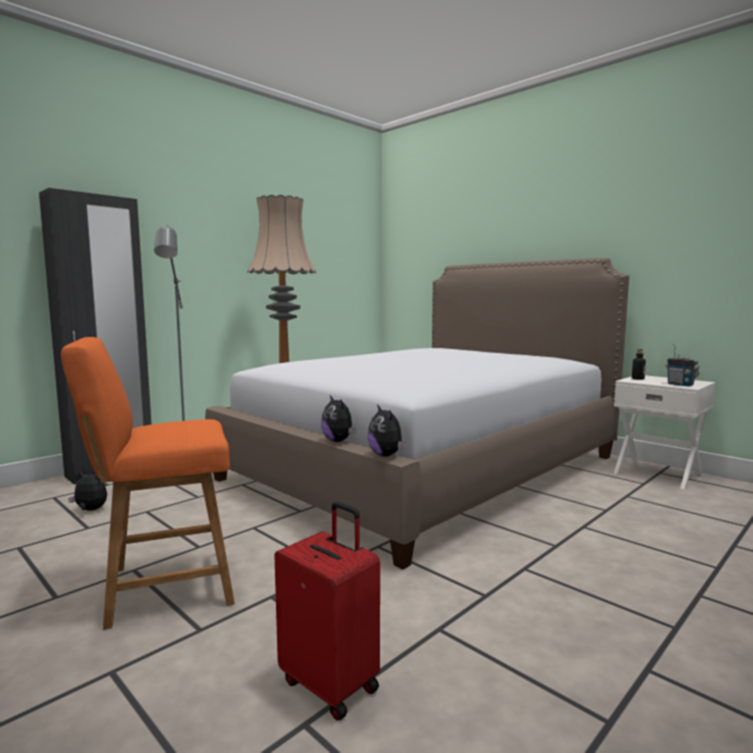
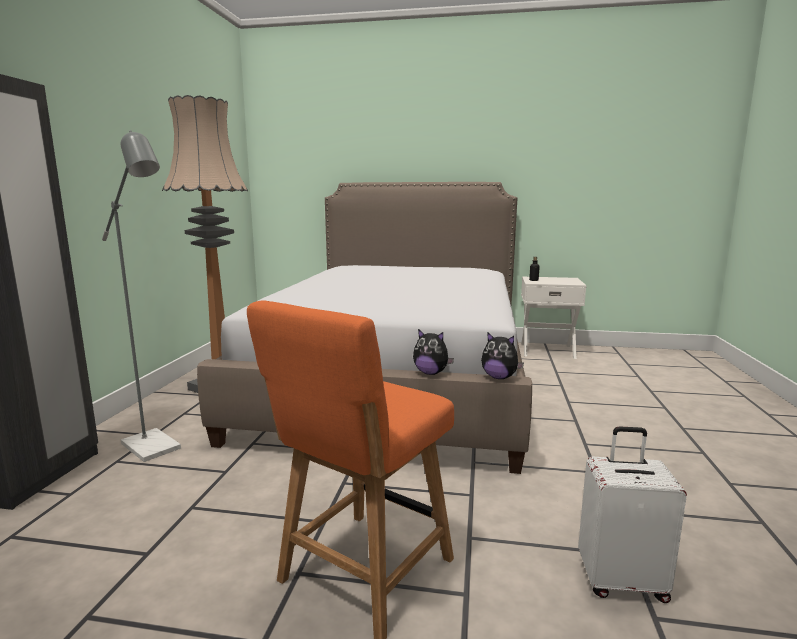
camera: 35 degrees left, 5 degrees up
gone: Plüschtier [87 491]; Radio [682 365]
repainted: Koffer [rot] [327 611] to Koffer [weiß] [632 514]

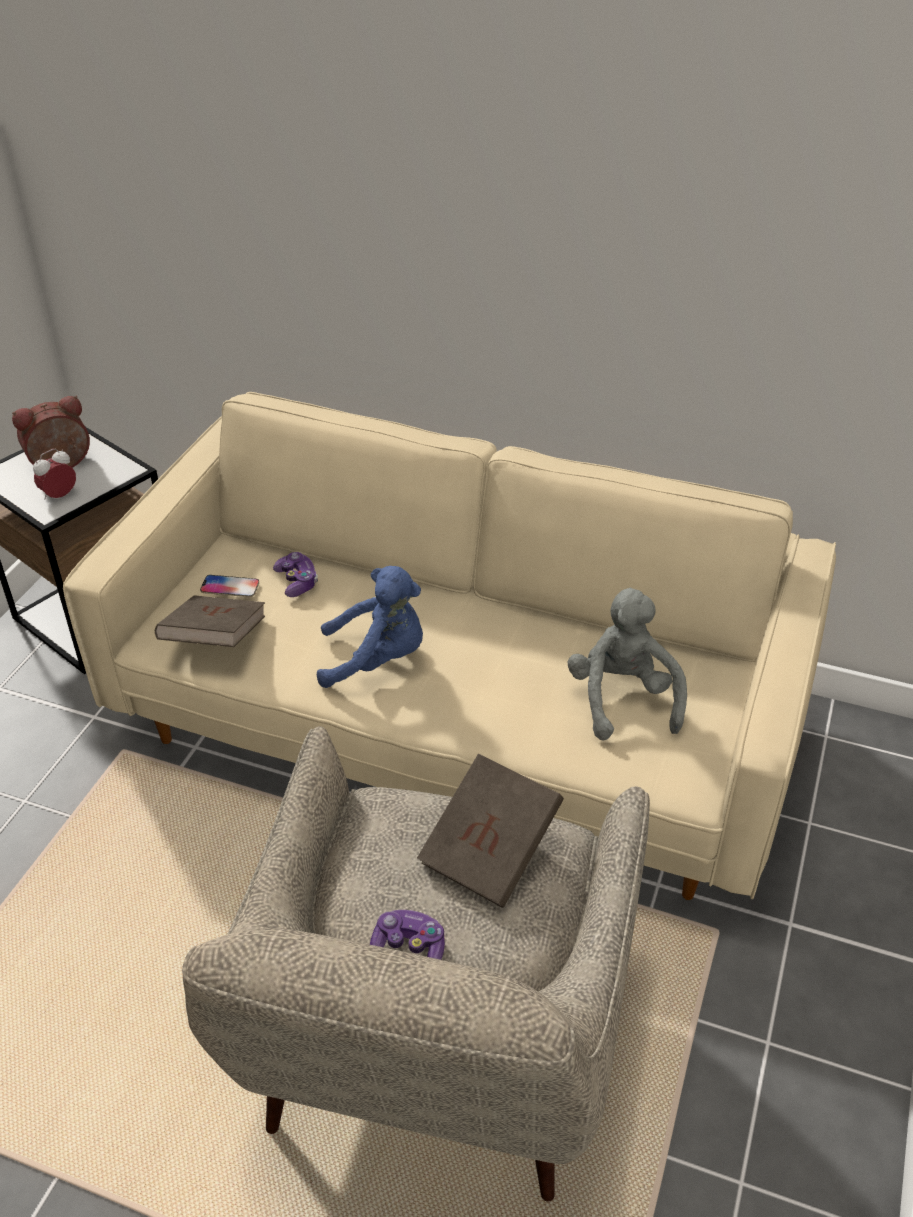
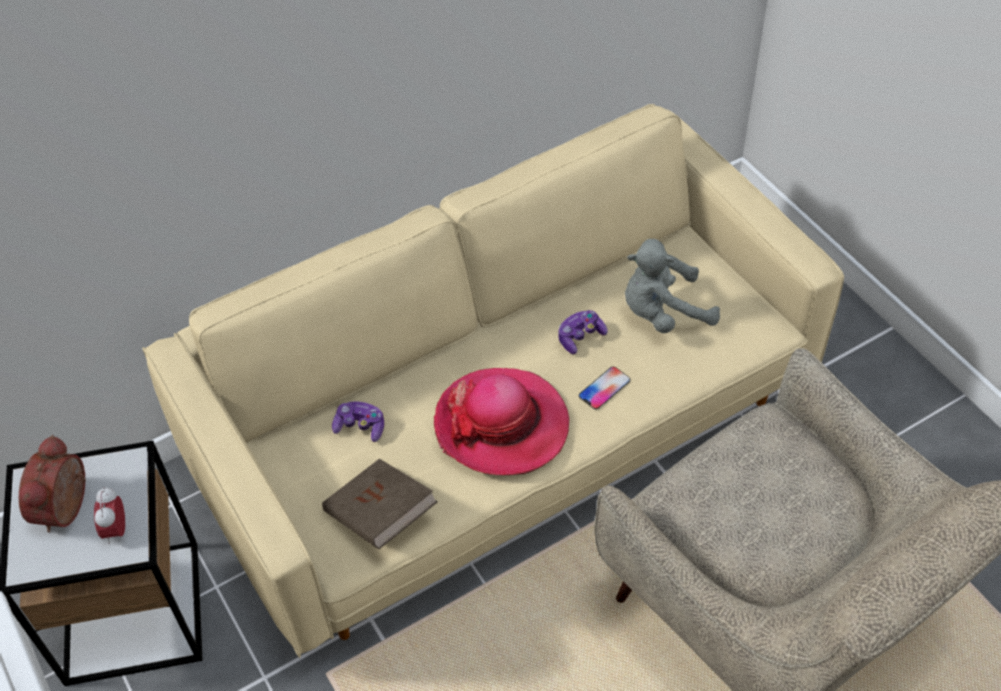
camera: 50 degrees left, 10 degrees up
gone: Buch [braun] [490 831]
shifted: Gamepad [407 935] to [583 332]; Handy [229 586] to [604 388]
swapped: Plüschtier [blau] [370 627] to Hut [501 421]
rotated: Plüschtier [grau] [627 664] = [672 286] 45 degrees counterclockwise

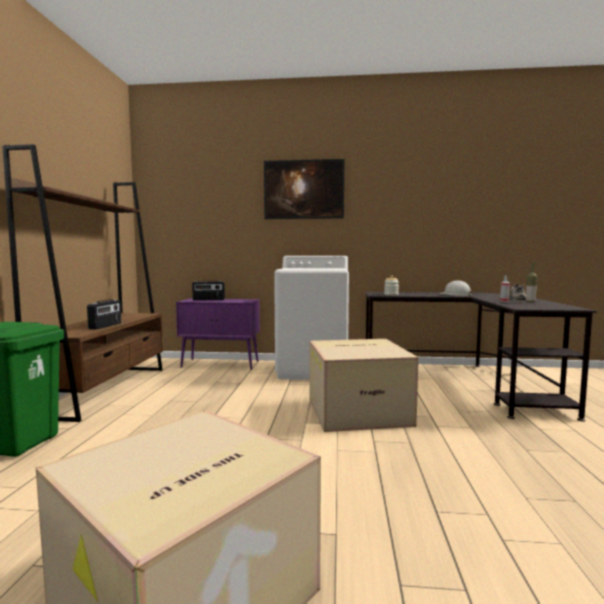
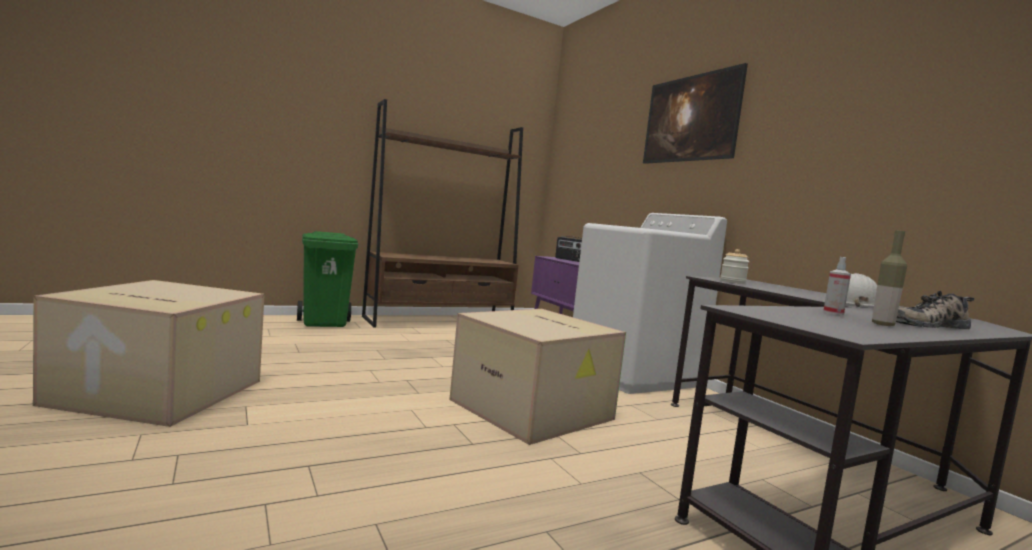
camera: 55 degrees right, 0 degrees up
gone: Radio [104 314]

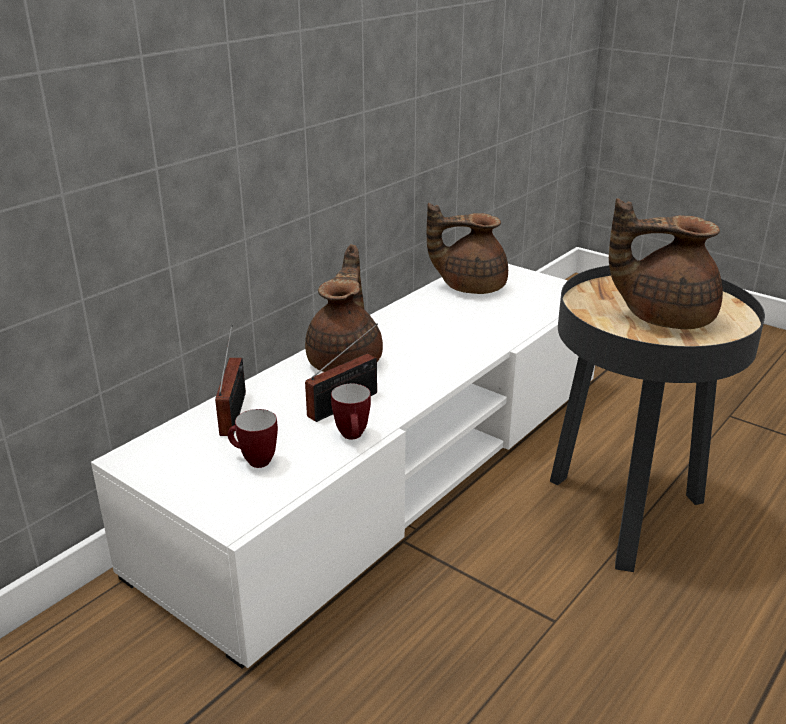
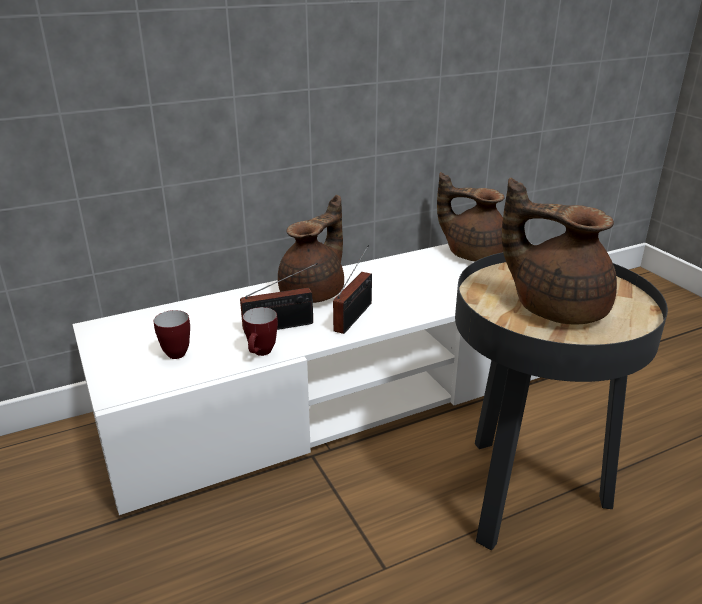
camera: 25 degrees right, 0 degrees up
shifted: Radio [230 380] to [352 289]

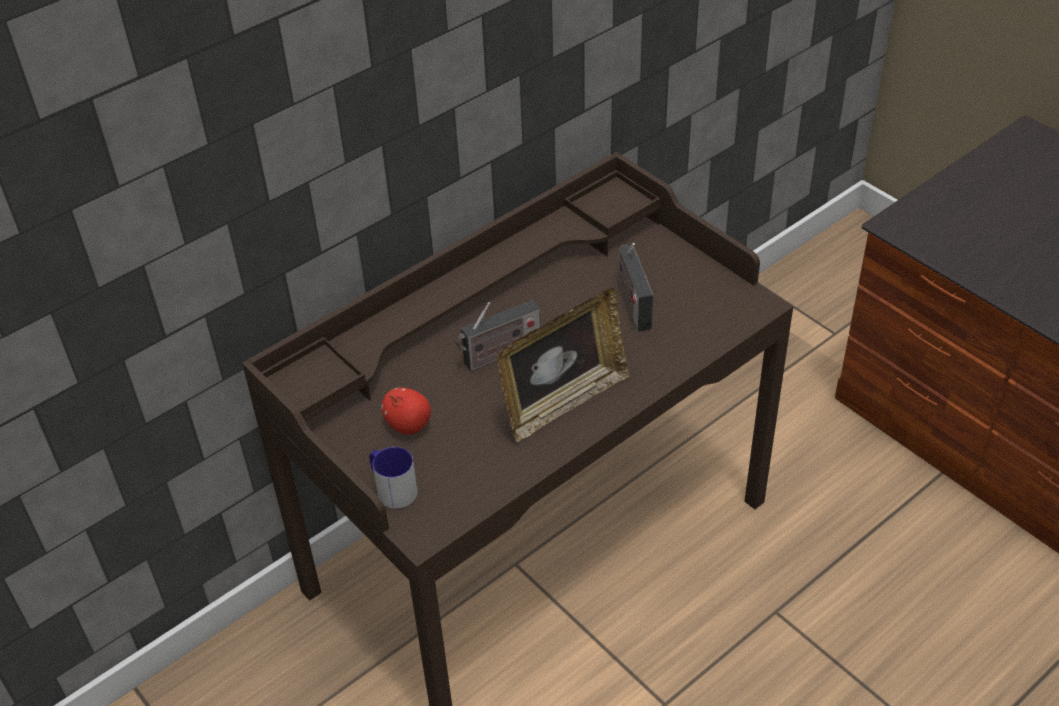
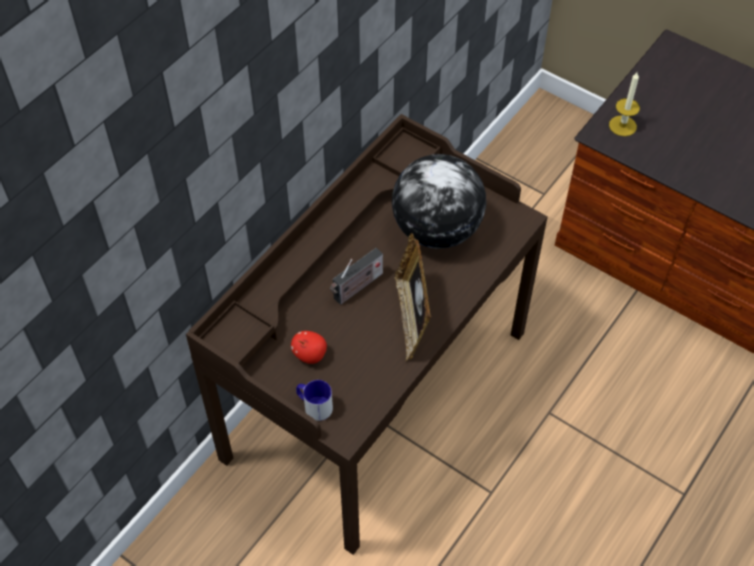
camera: 15 degrees left, 10 degrees up
new: Kerze [624 104]
swapped: Radio [635 287] to Globus [439 201]
rotated: Bilderrahmen [563 365] = [412 297] 135 degrees clockwise

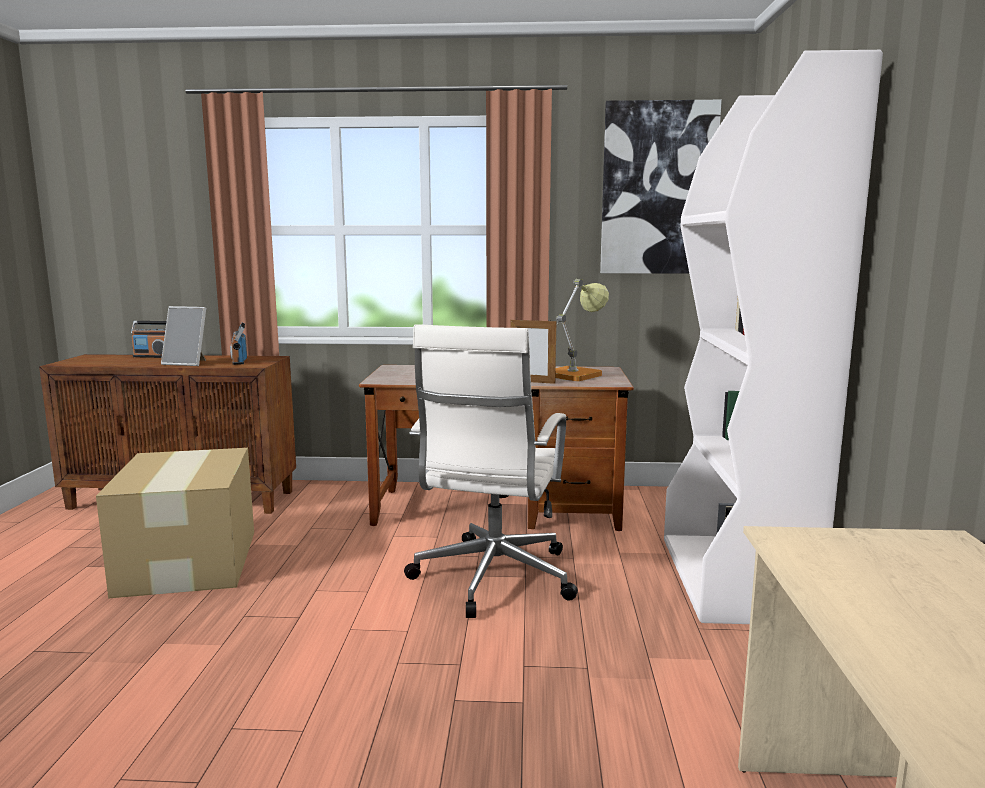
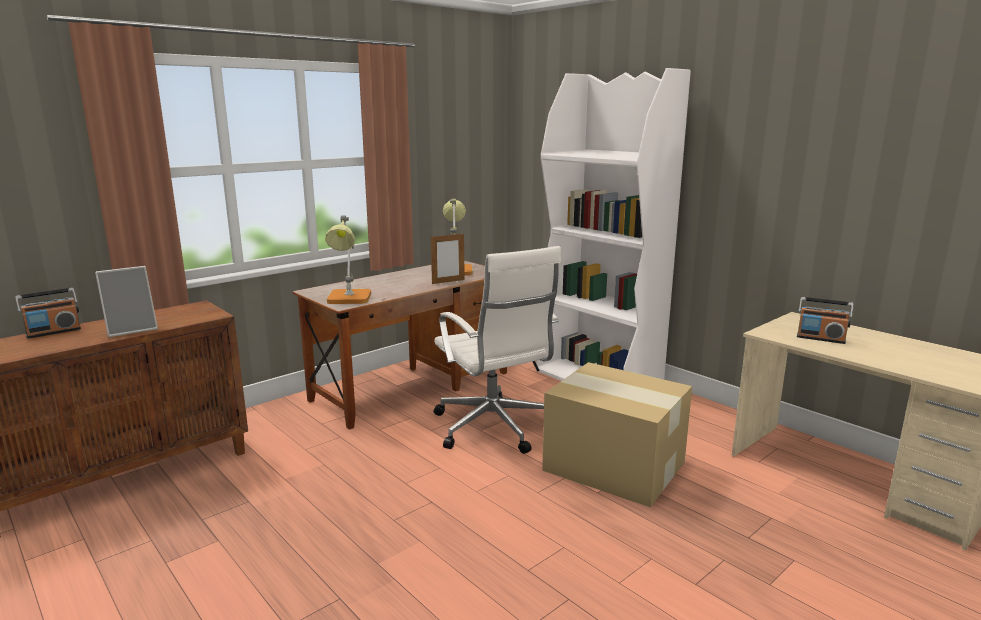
camera: 45 degrees left, 5 degrees up
gone: Bild [661 187]
new: Tischlampe [348 259]
shifted: Karton [175 523] to [617 434]; Radio [238 344] to [825 320]

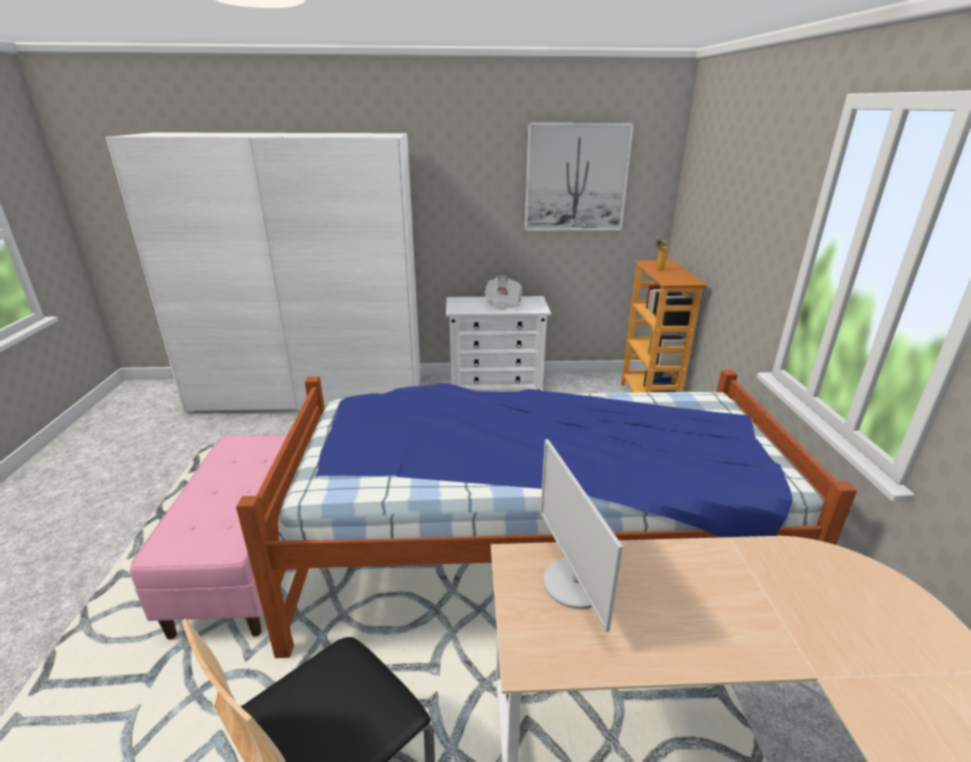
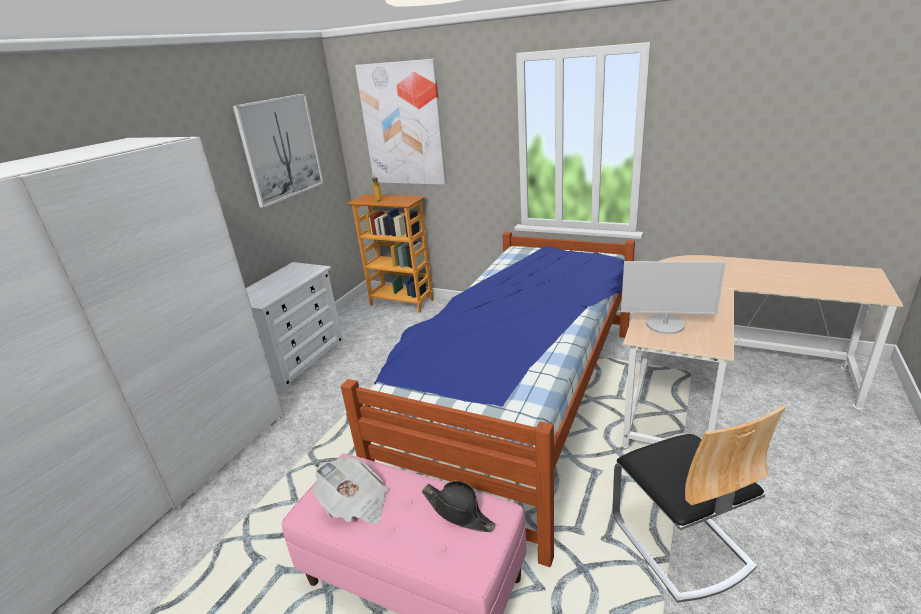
camera: 60 degrees left, 0 degrees up
new: Bild [401 122]; Hut [schwarz] [459 506]
shifted: Zeitung [503 293] to [350 490]

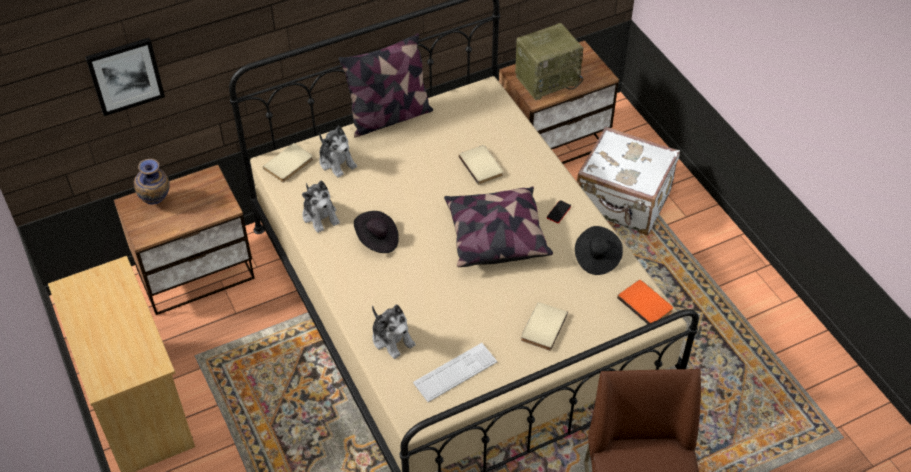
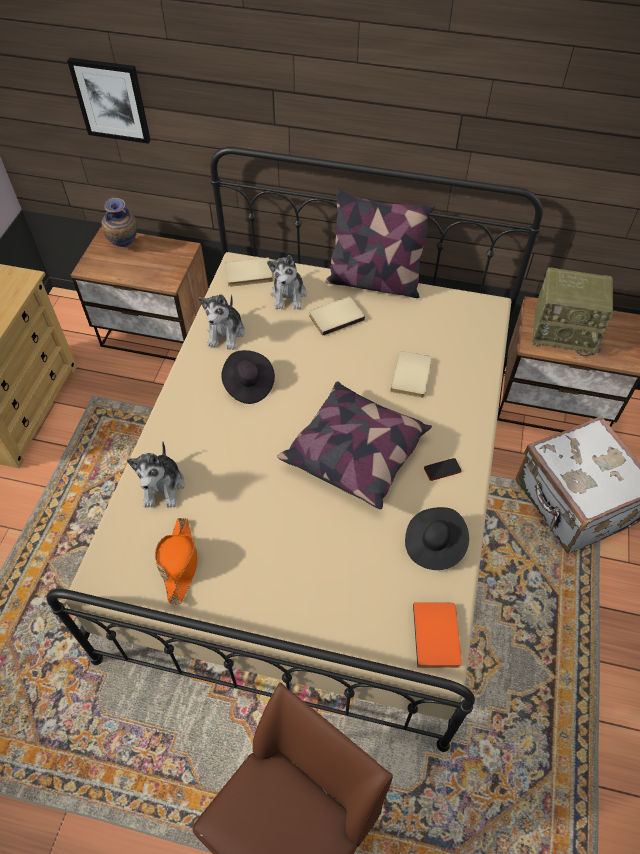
camera: 40 degrees right, 5 degrees up
shifted: Buch [beige] [544 326] to [337 316]
swapped: Tastatur [455 372] to Hut [orange] [176 561]

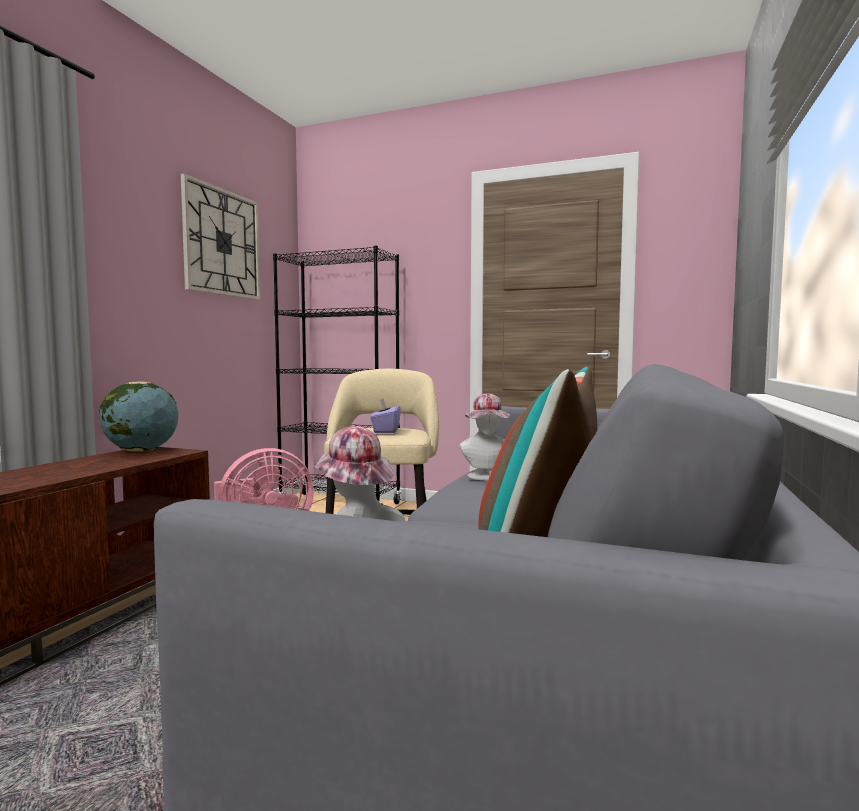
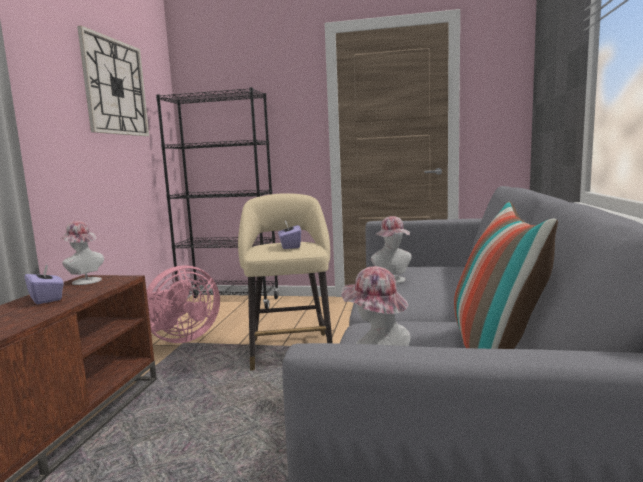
camera: 10 degrees left, 5 degrees up
new: Taschentuchbox [lila] [44 284]
swapped: Globus [138 417] to Hut [82 253]

